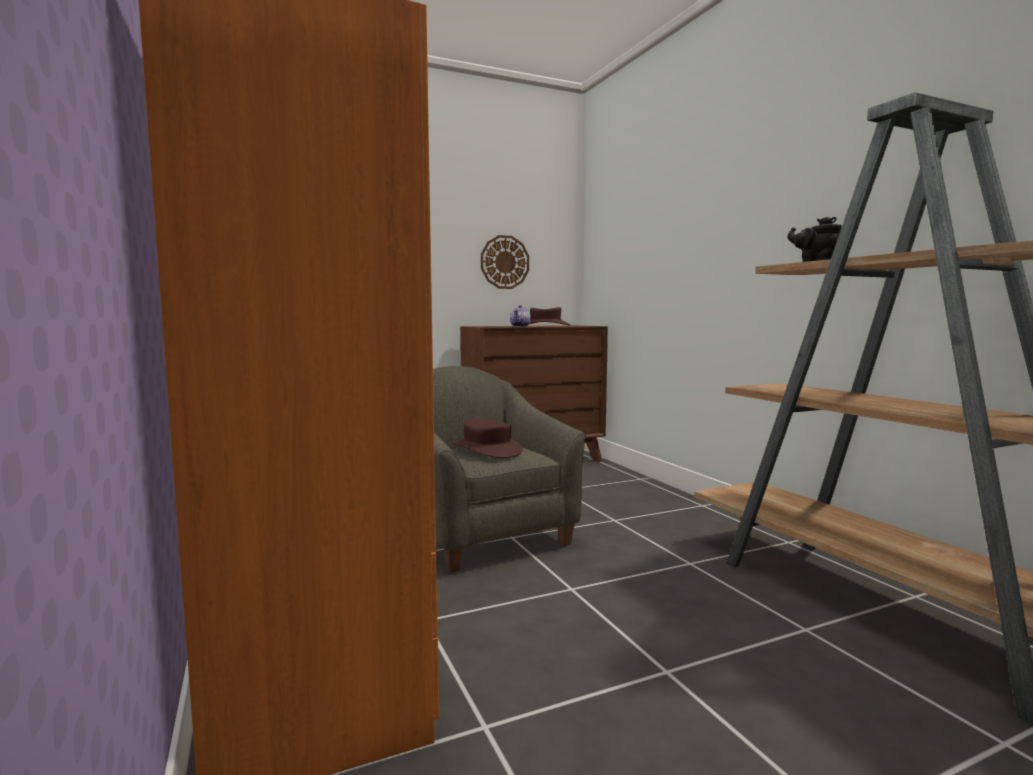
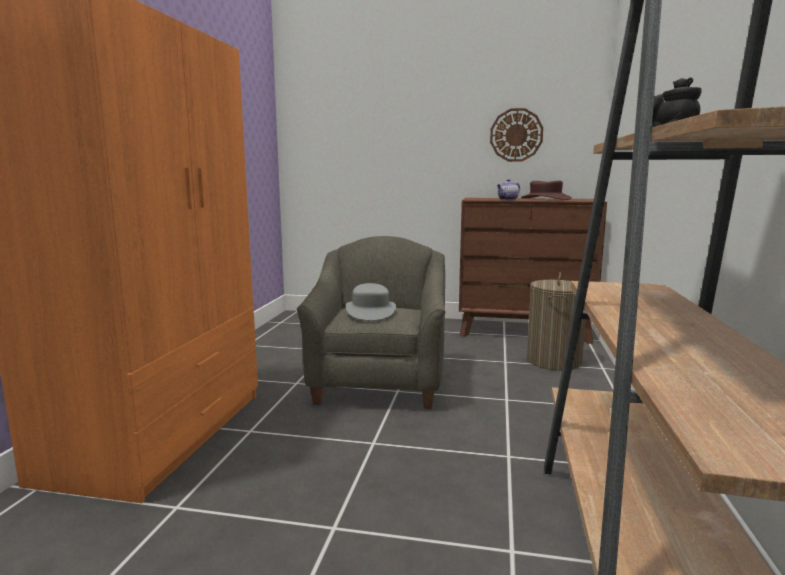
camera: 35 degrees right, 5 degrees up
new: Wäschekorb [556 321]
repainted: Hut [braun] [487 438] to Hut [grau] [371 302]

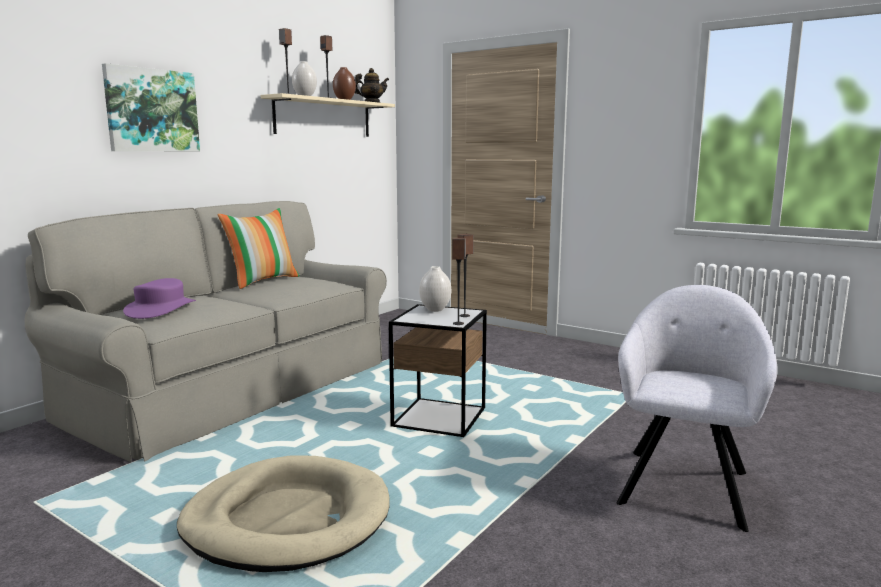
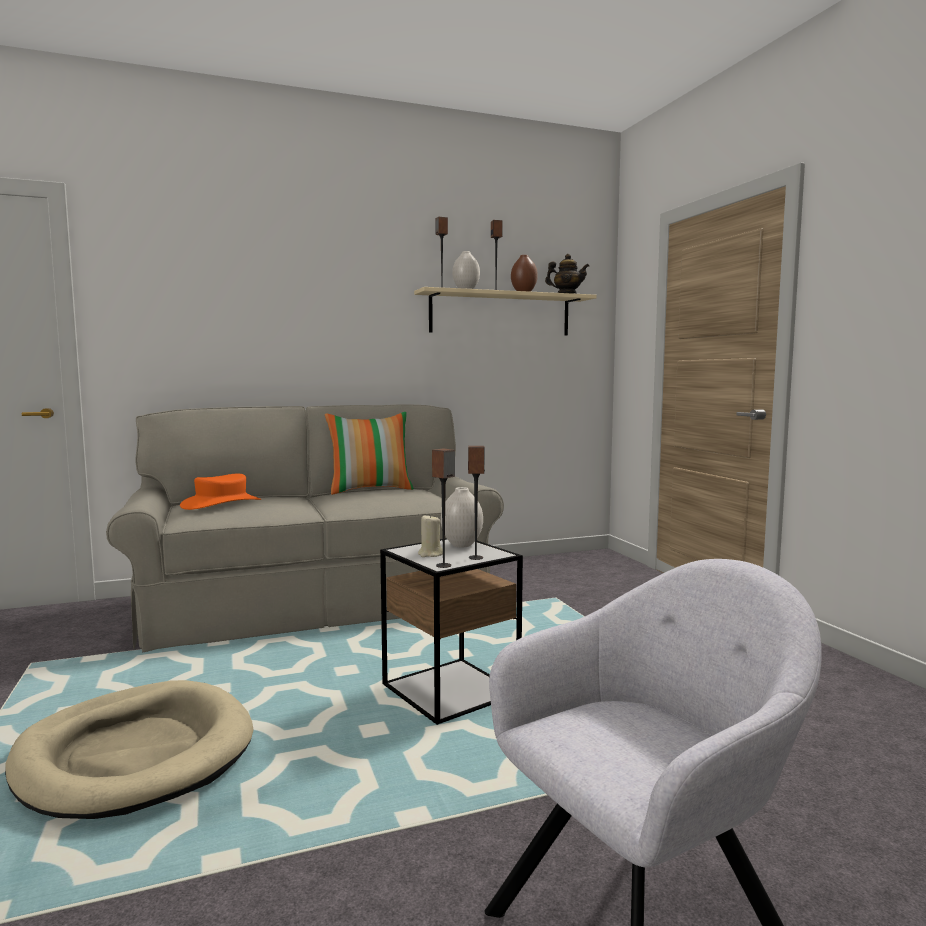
camera: 35 degrees right, 5 degrees down
gone: Bild [151 107]
new: Kerze [beige] [430 535]
repainted: Hut [lila] [159 298] to Hut [orange] [220 492]

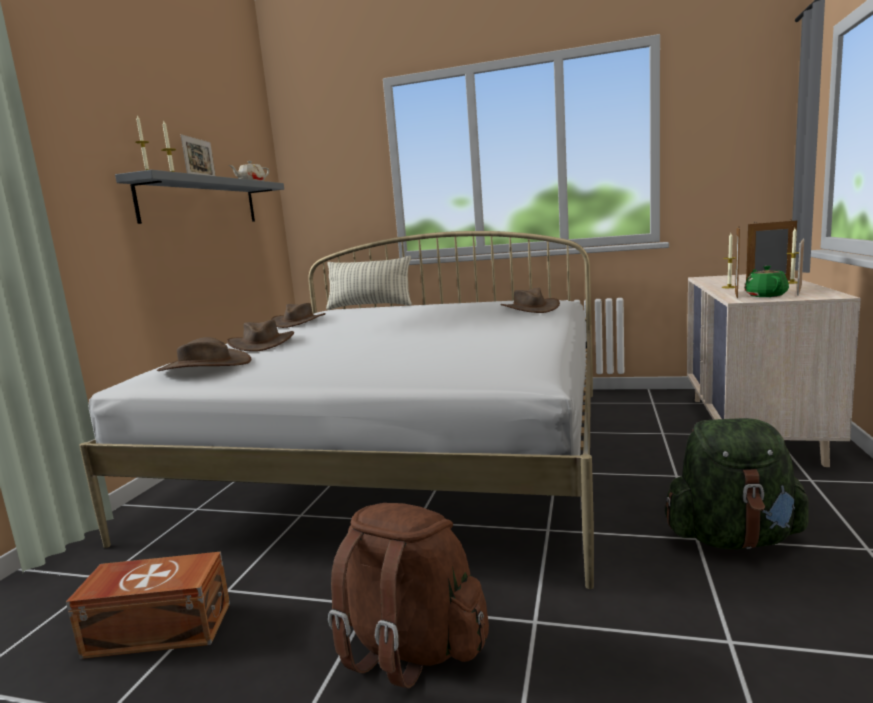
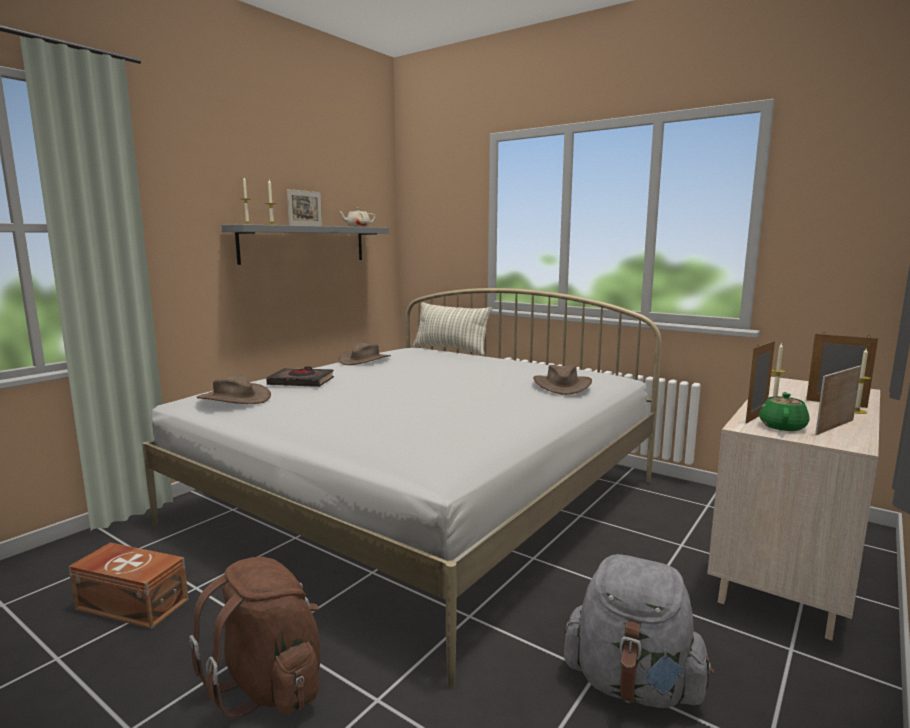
camera: 20 degrees right, 0 degrees up
swapped: Hut [braun] [260 336] to Buch [schwarz] [300 377]
repainted: Rucksack [grün] [737 483] to Rucksack [grau] [639 631]

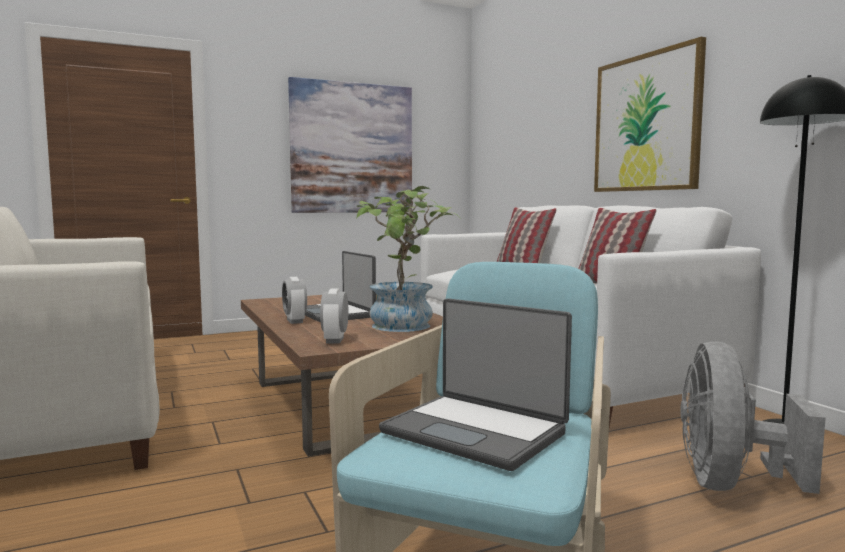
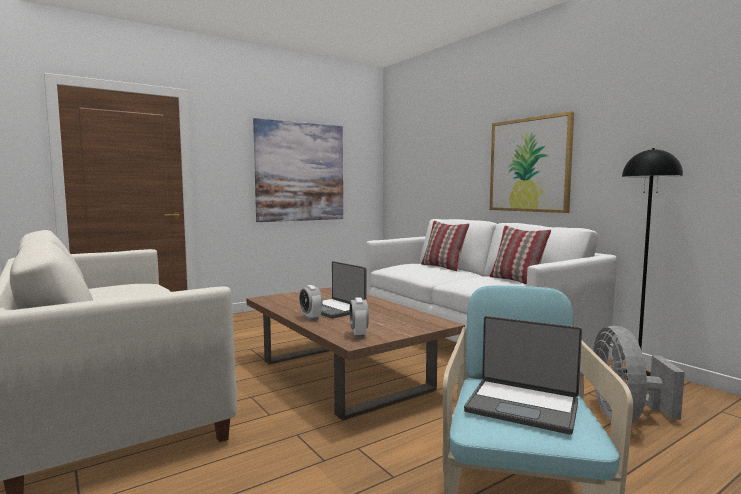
camera: 10 degrees left, 0 degrees up
gone: Topfpflanze [407 259]

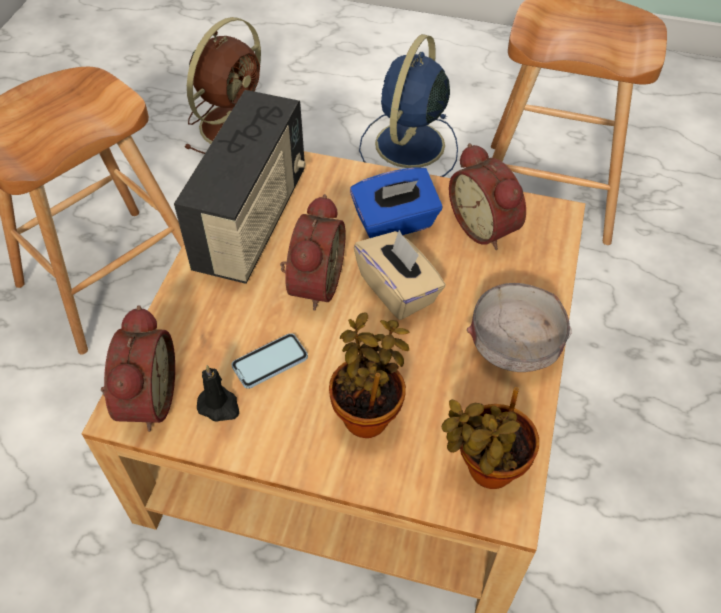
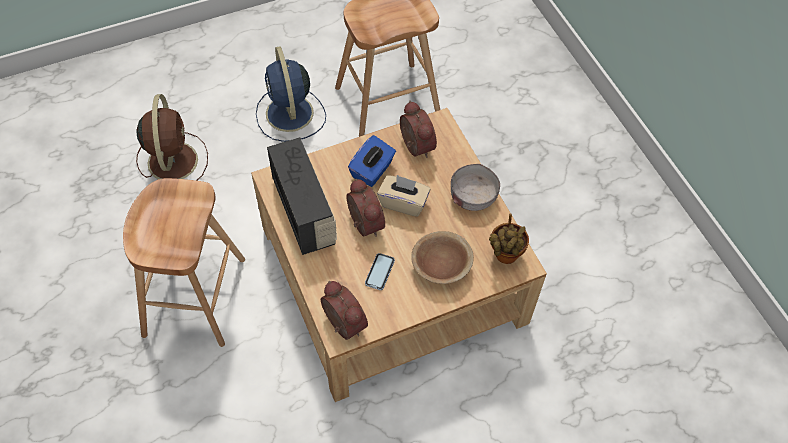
camera: 40 degrees left, 5 degrees up
gone: Kerze [schwarz] [218 393]
swapped: Topfpflanze [369 375] to Schüssel [braun] [442 257]
rotated: Wecker [487 196] = [418 129] 135 degrees counterclockwise

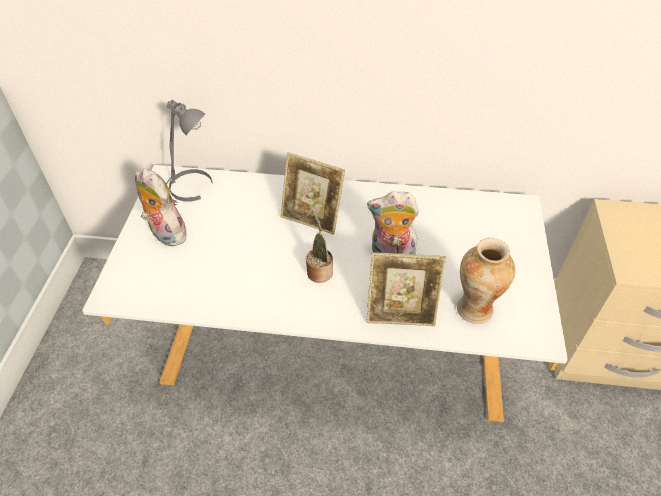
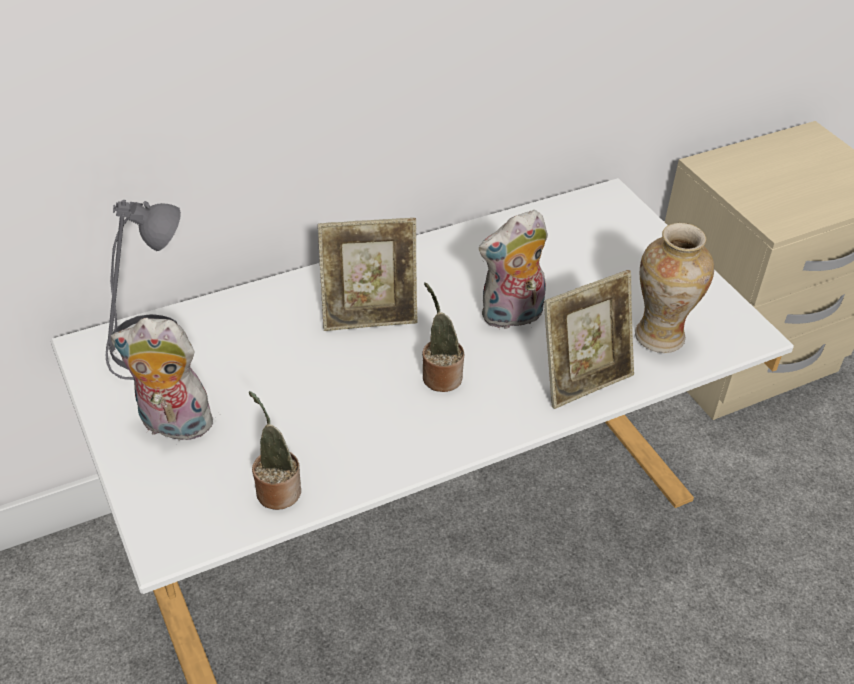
camera: 35 degrees left, 5 degrees down
new: Topfpflanze [275 450]

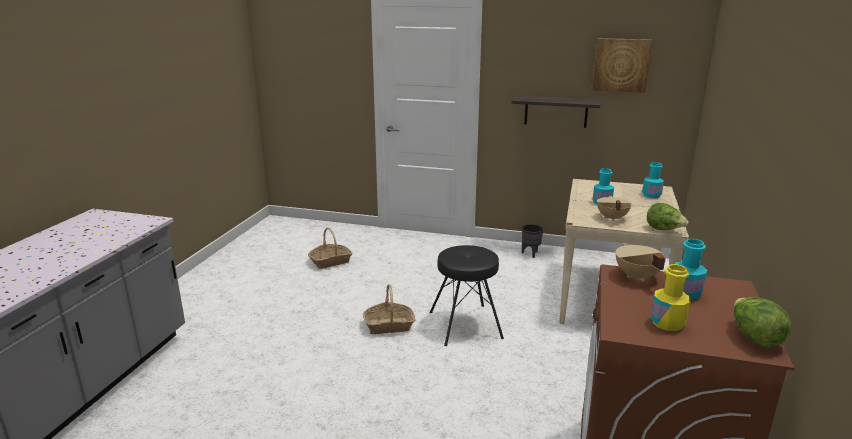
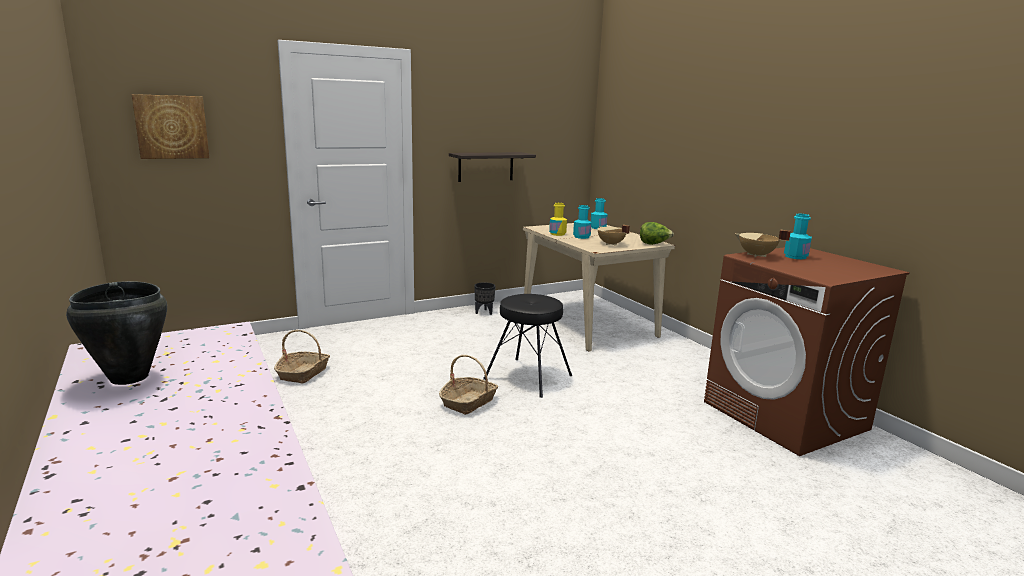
camera: 45 degrees left, 5 degrees down
gone: Salatkopf [762 322]
new: Kochtopf [schwarz] [116 333]
shifted: Bild [622 65] to [170 126]; Flasche [gelb] [670 297] to [558 219]

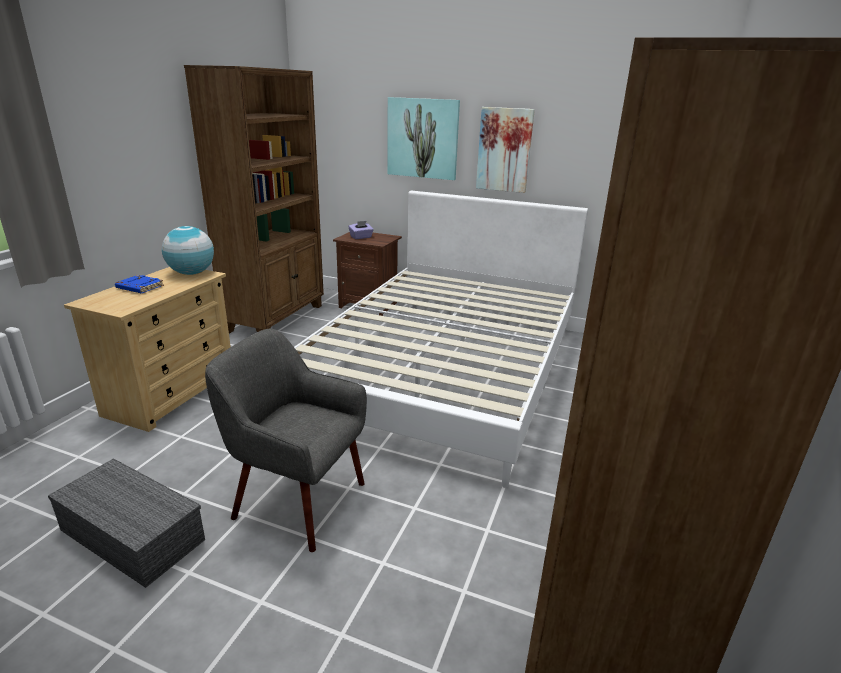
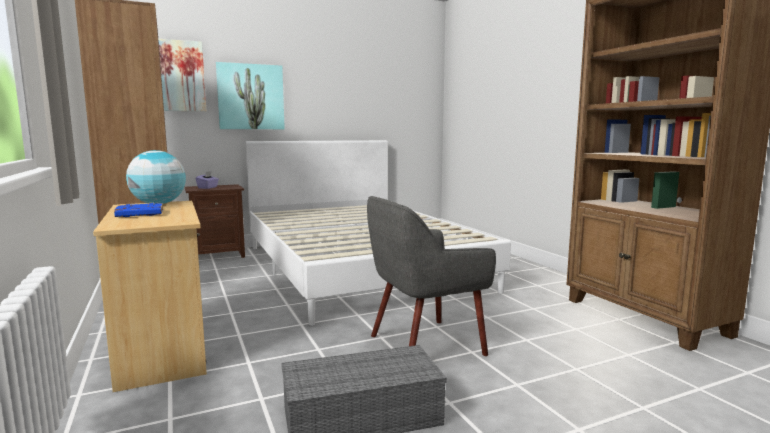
camera: 45 degrees left, 15 degrees down
shifted: Bild [505 150] to [182 75]

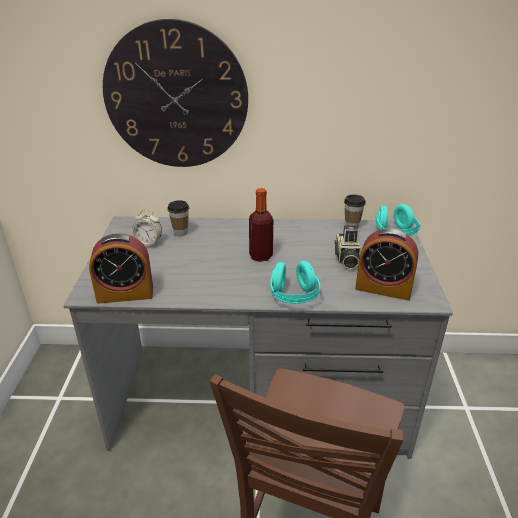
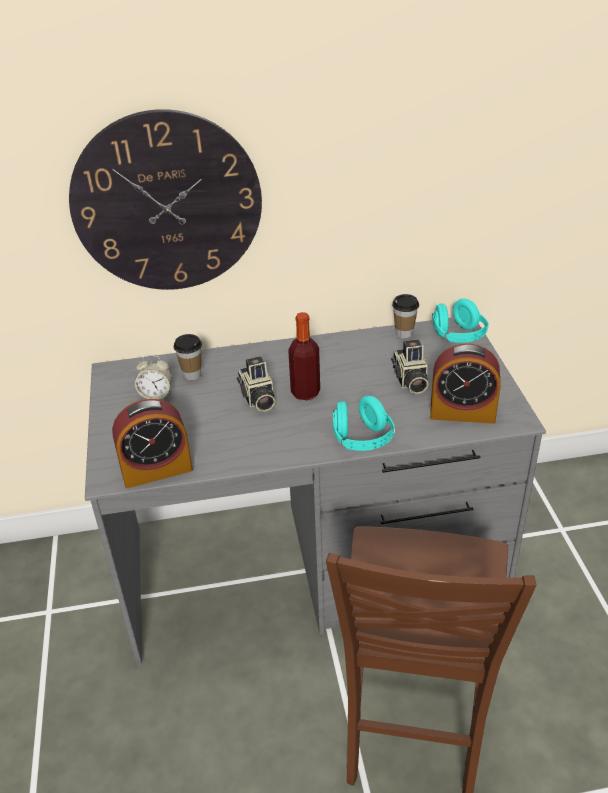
camera: 10 degrees left, 5 degrees up
new: Kamera [256 384]

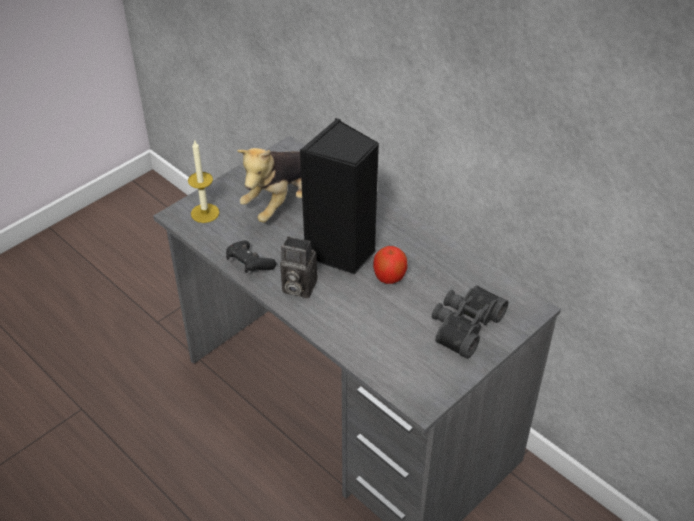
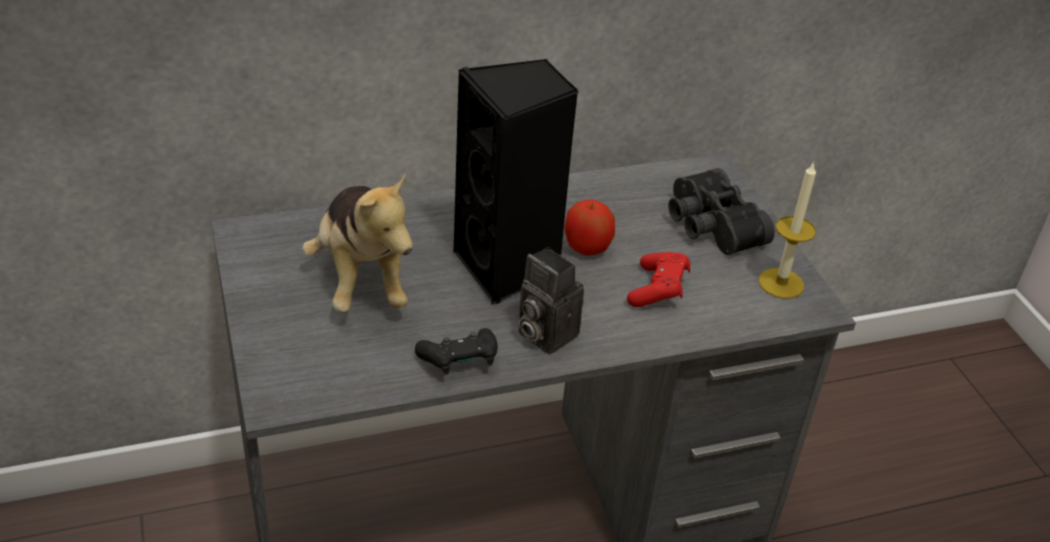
camera: 65 degrees left, 5 degrees down
new: Gamepad [rot] [658 279]
shifted: Kerze [203 181] to [787 230]
rotated: Kamera [299 267] = [551 300] 90 degrees clockwise

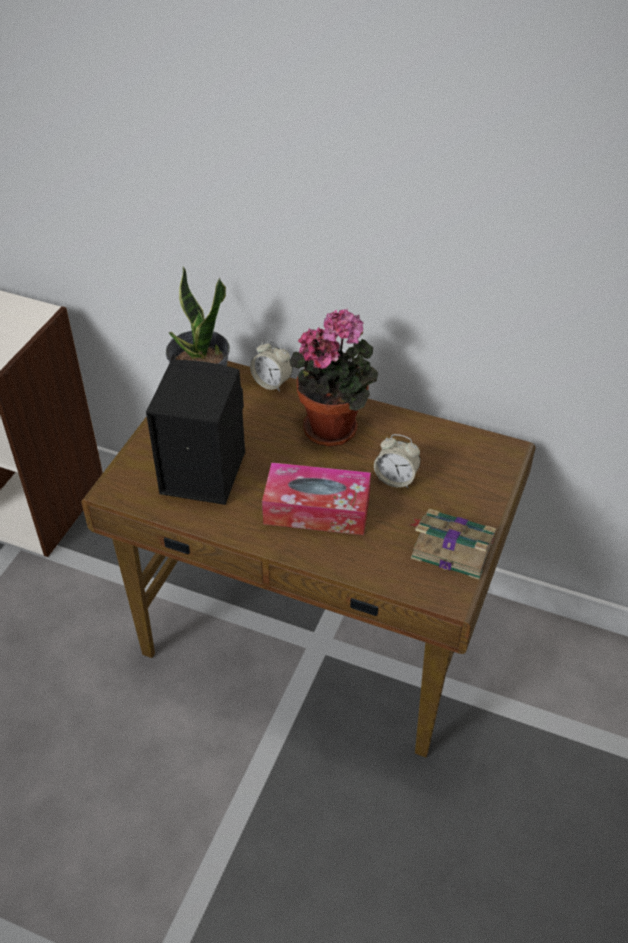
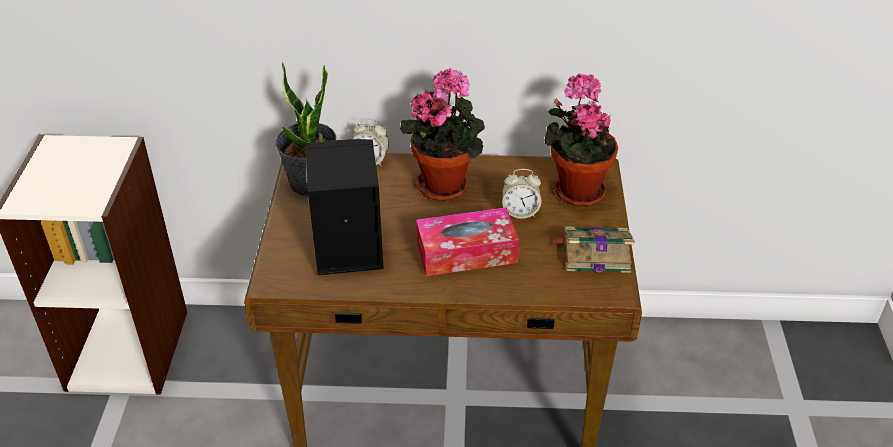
camera: 20 degrees left, 5 degrees down
new: Topfpflanze [581 140]

